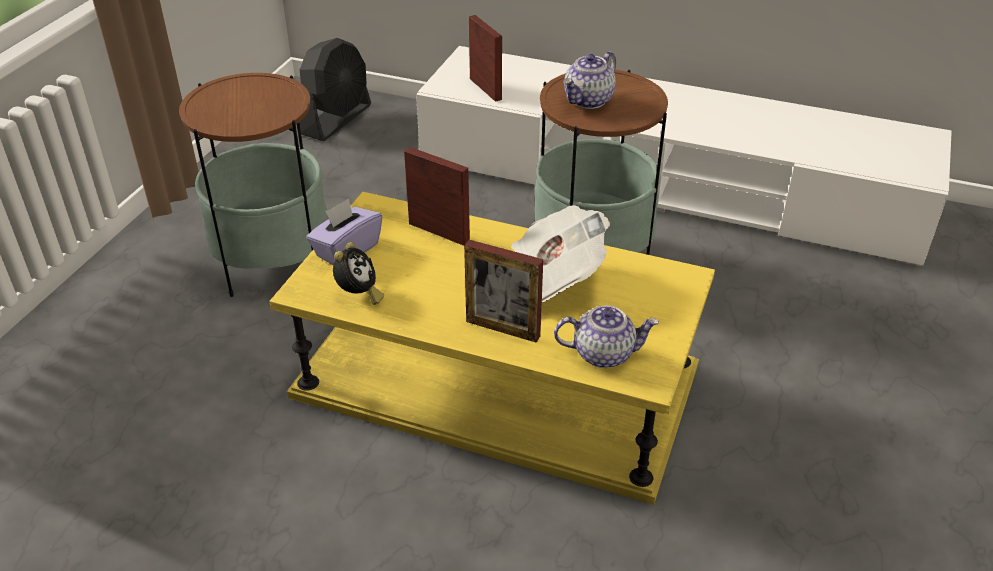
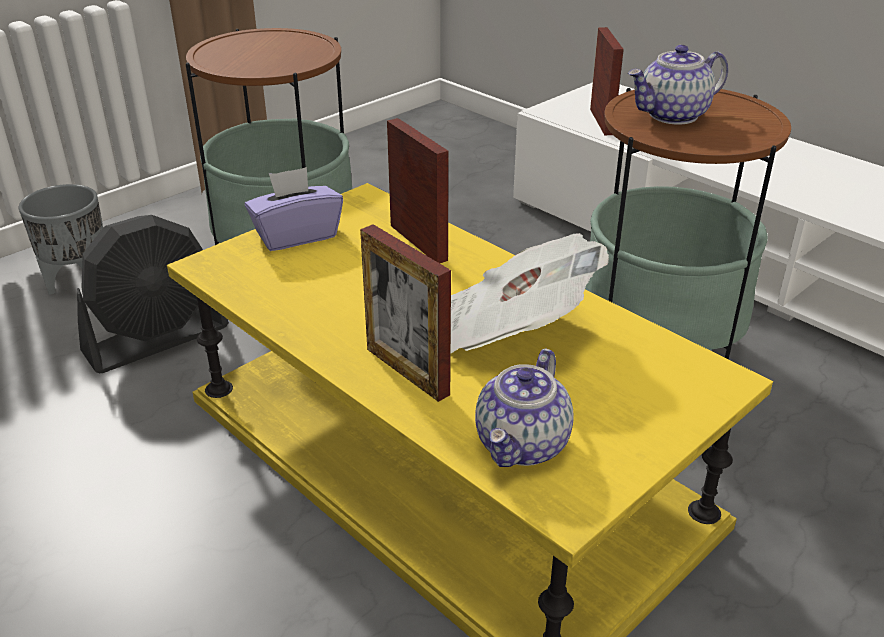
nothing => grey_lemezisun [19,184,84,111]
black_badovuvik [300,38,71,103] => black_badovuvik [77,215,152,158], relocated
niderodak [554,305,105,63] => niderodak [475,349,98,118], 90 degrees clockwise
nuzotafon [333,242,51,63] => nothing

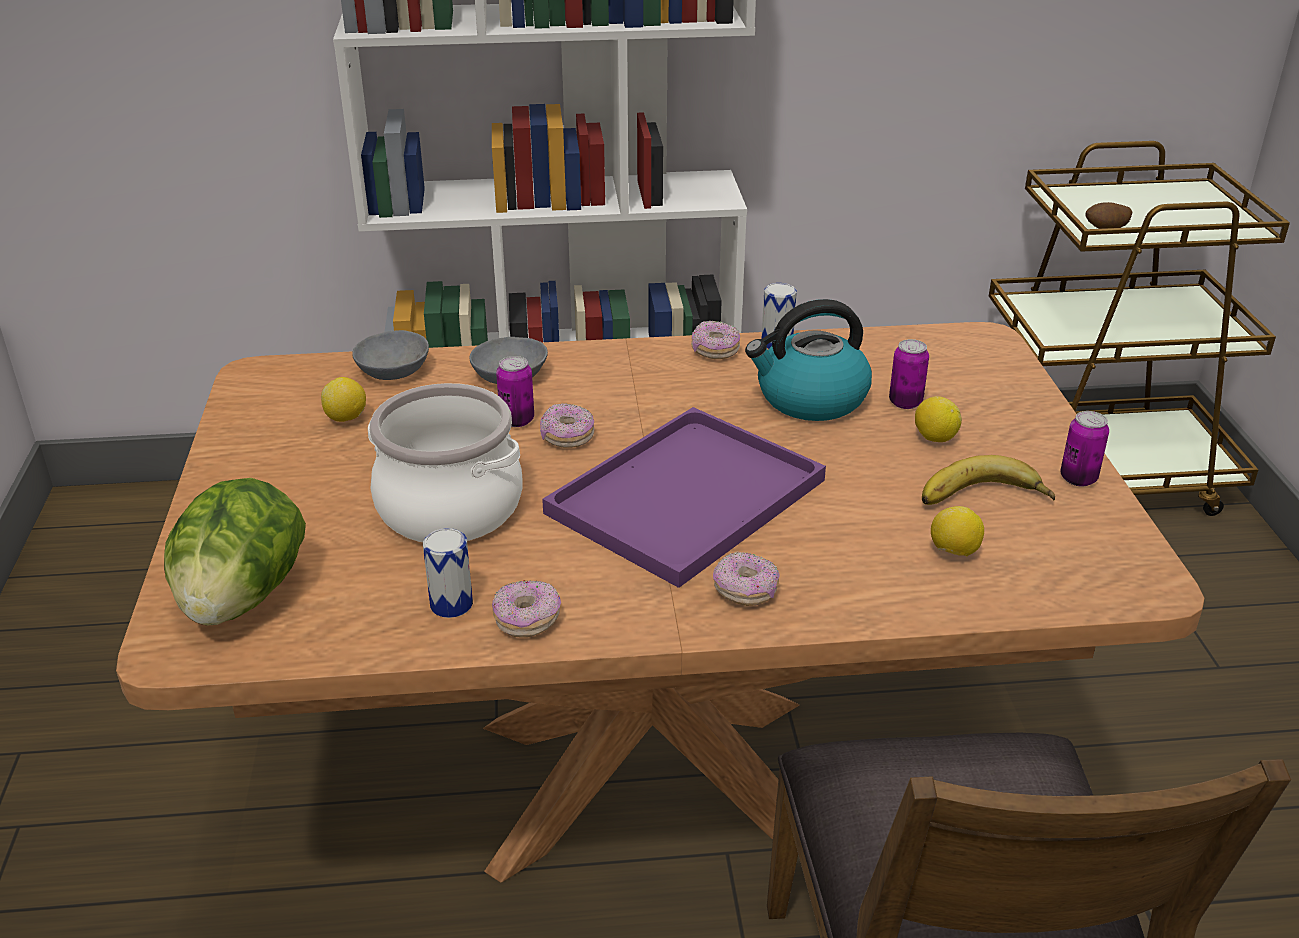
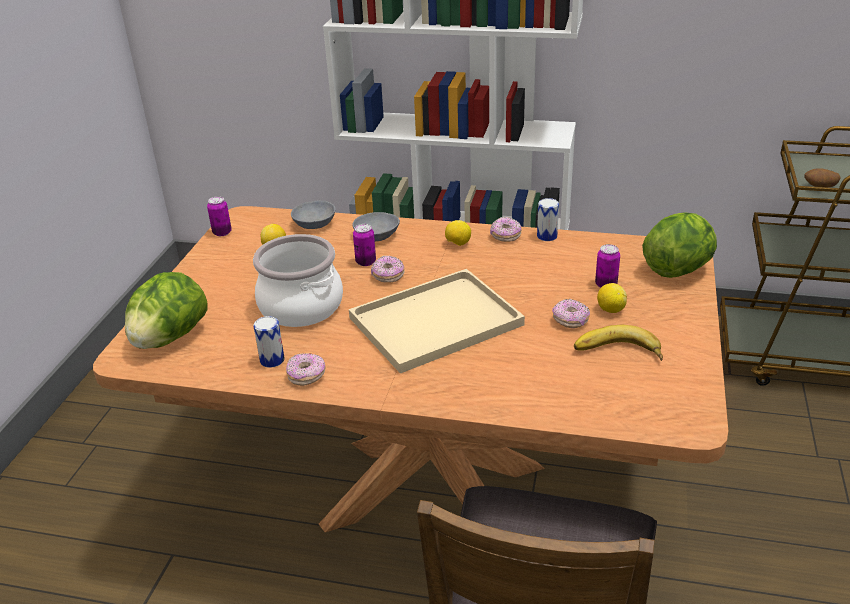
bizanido [1060,411,49,75] => bizanido [207,196,25,40], relocated
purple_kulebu [542,407,284,181] => beige_kulebu [349,269,176,105]
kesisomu [931,506,53,50] => kesisomu [445,220,26,26], relocated
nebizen [713,551,67,55] => nebizen [552,299,38,29], relocated
nothing => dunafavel [642,212,75,66]
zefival [745,299,127,122] => nothing

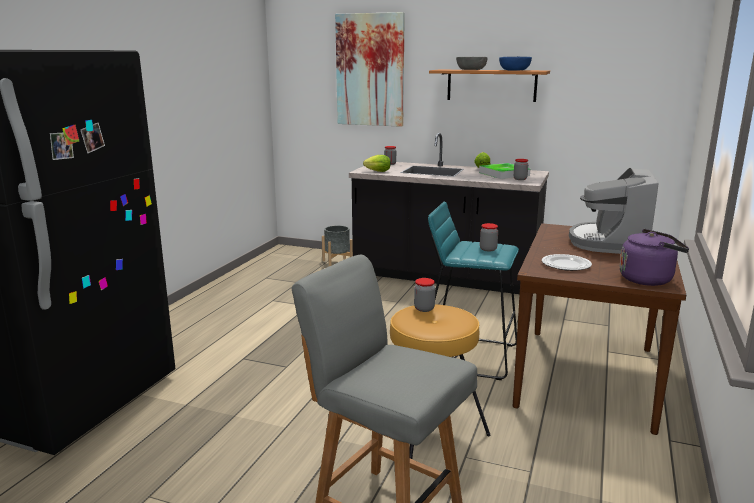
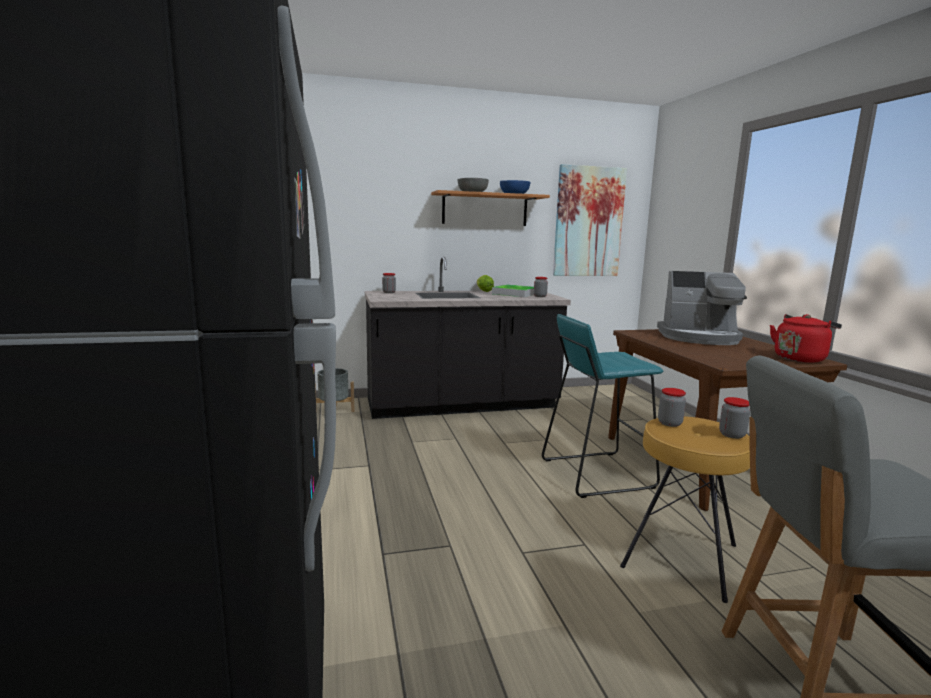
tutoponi [335,12,70,115] => tutoponi [553,164,74,112], relocated
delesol [569,168,90,86] => delesol [657,271,90,74], 60 degrees counterclockwise
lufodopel [480,223,18,29] => lufodopel [719,397,31,42], relocated
purple_zefival [620,229,69,57] => red_zefival [770,314,72,49]
dunafavel [363,155,28,17] => nothing
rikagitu [542,254,50,17] => nothing

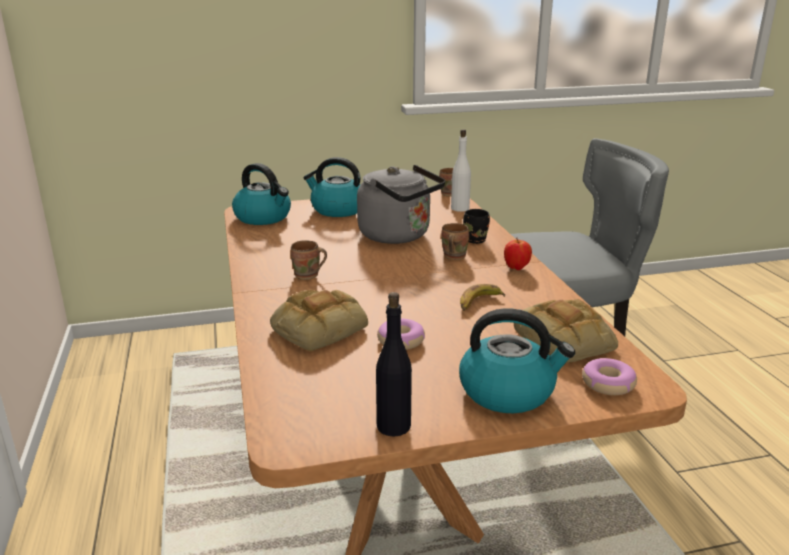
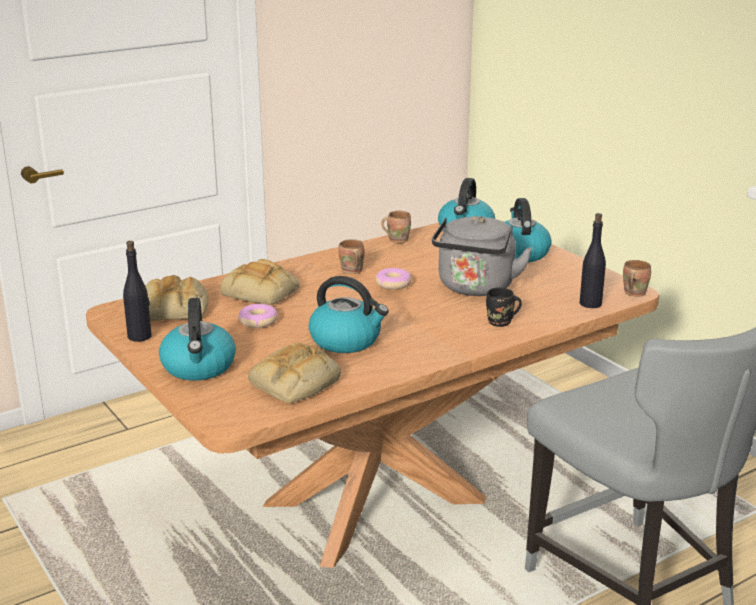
nothing => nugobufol [146,275,62,46]
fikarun [460,284,45,27] => zefival [309,276,80,77]
nebizen [582,358,55,37] => nebizen [375,268,36,22], relocated
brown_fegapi [441,223,28,37] => brown_fegapi [381,211,30,32], relocated
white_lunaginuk [451,129,20,83] => black_lunaginuk [579,213,27,95]
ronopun [504,238,28,32] => nothing

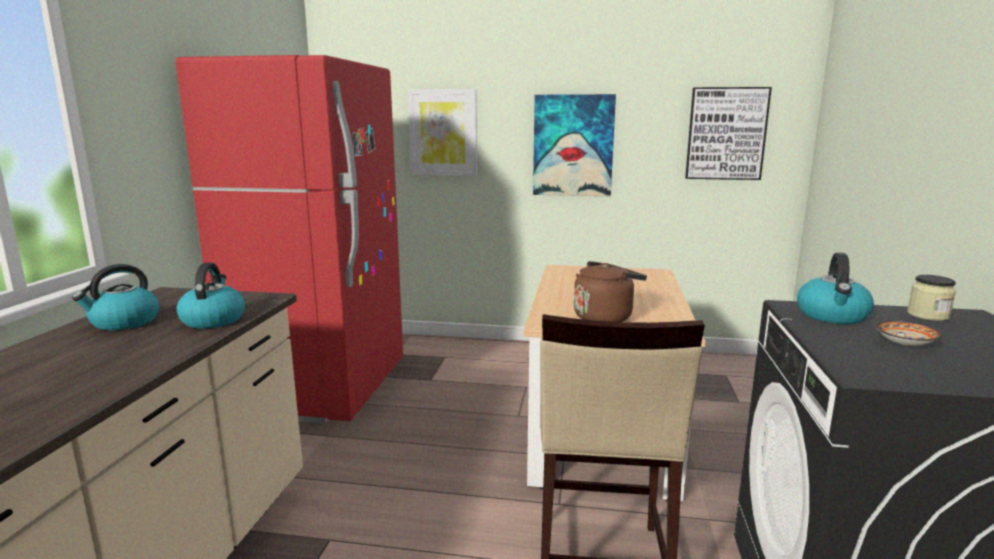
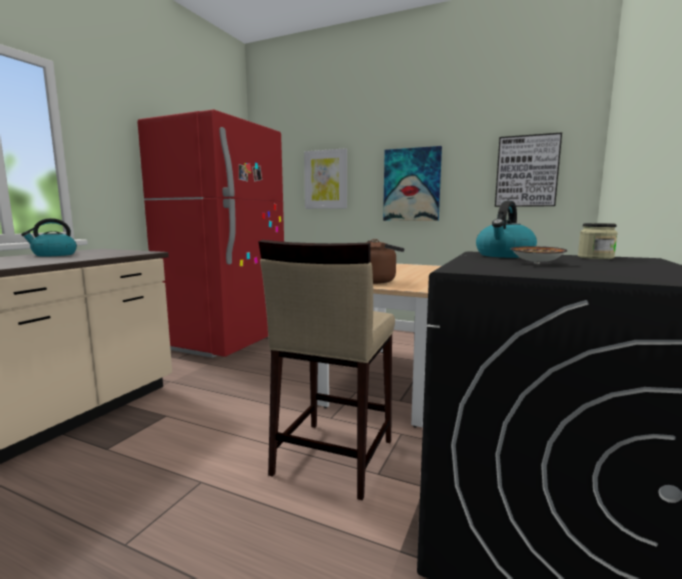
zefival [177,263,68,66] => nothing

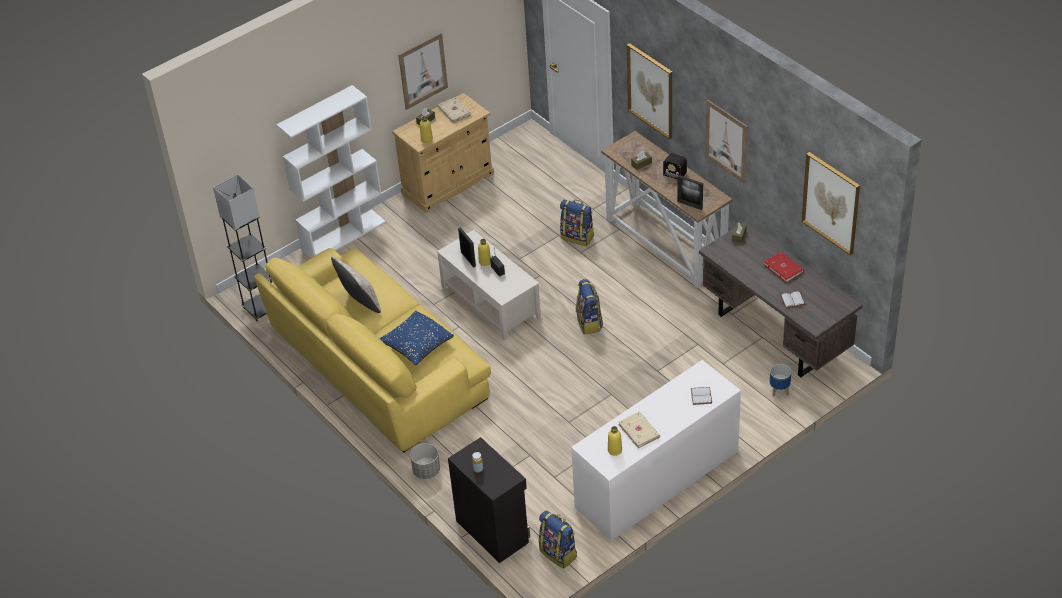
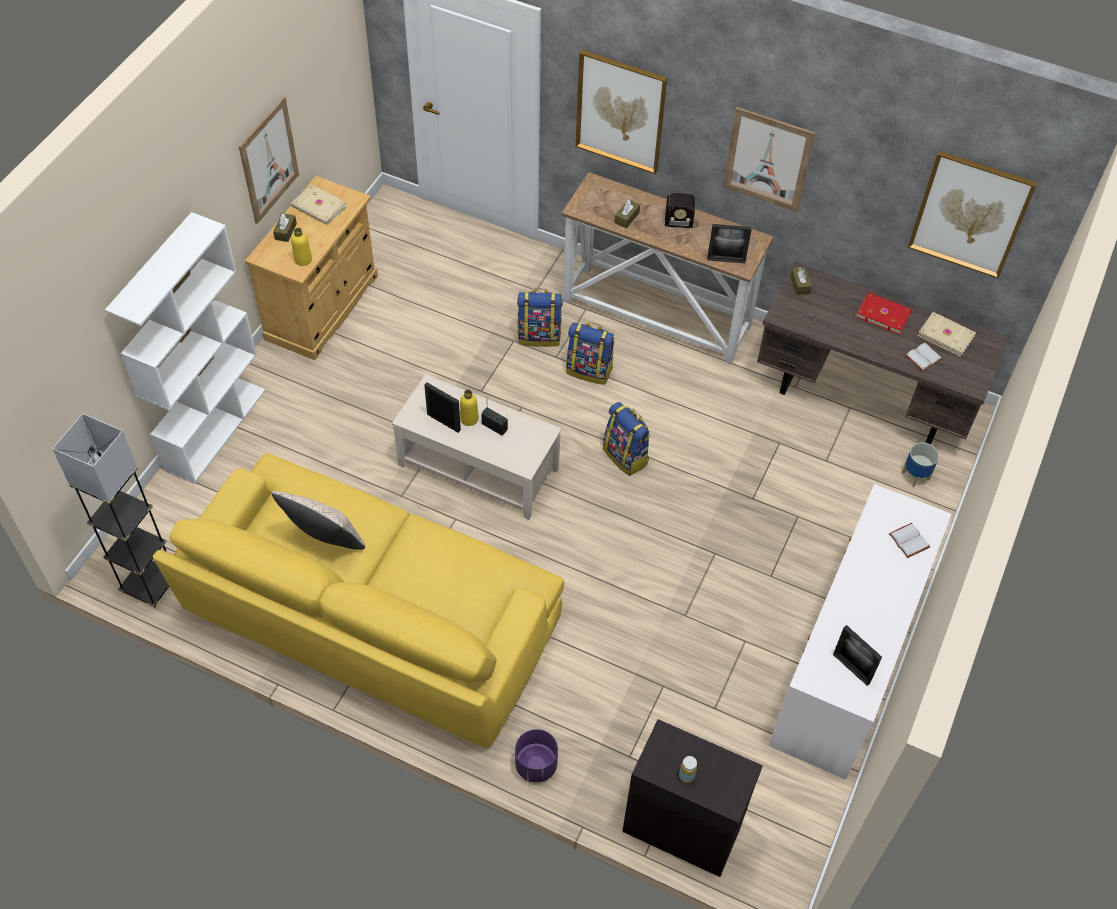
grey_lemezisun [410,443,30,36] => purple_lemezisun [515,729,43,54]
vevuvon [539,511,38,58] => vevuvon [566,322,49,63], relocated
yellow_lunaginuk [608,426,14,30] => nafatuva [833,625,49,61]
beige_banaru [618,411,42,37] => beige_banaru [917,312,59,45], relocated
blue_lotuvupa [379,311,75,55] => nothing

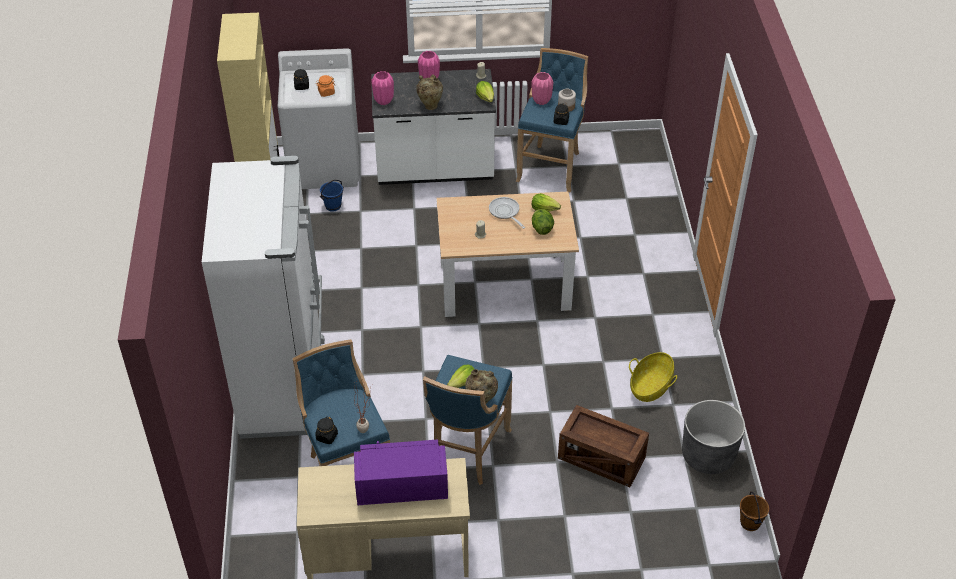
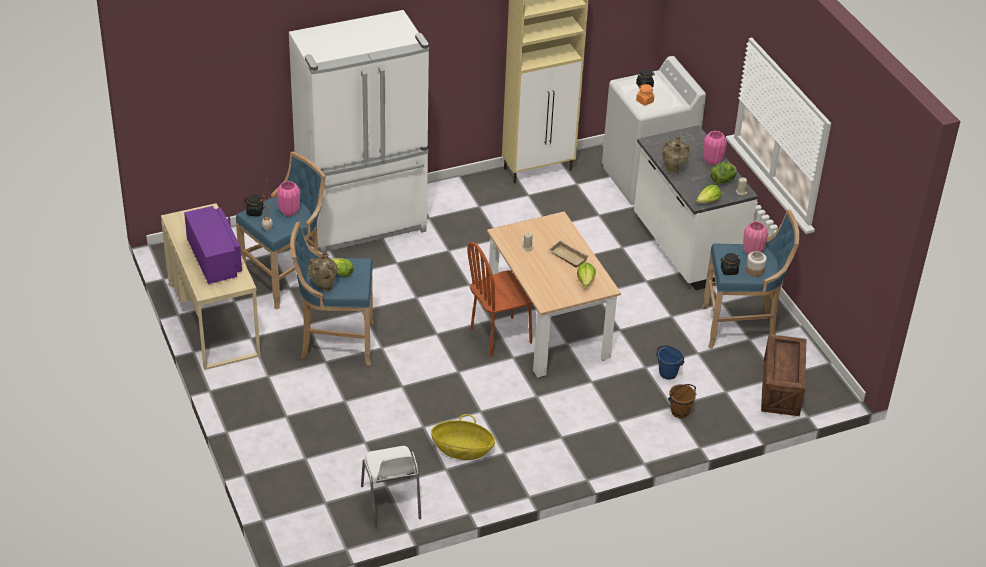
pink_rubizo [371,71,23,34] => pink_rubizo [277,181,23,35], relocated
grey_lemezisun [682,400,63,74] => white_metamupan [361,446,60,81]
nothing => brown_metamupan [467,242,65,115]
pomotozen [489,197,36,32] => beige_kulebu [548,240,41,27]
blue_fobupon [320,180,24,32] => blue_fobupon [656,345,29,35], relocated
brown_fobupon [739,491,30,40] => brown_fobupon [668,384,29,34], relocated
dunafavel [532,209,22,26] => dunafavel [710,162,27,22], relocated
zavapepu [558,405,91,82] => zavapepu [761,334,45,82], relocated

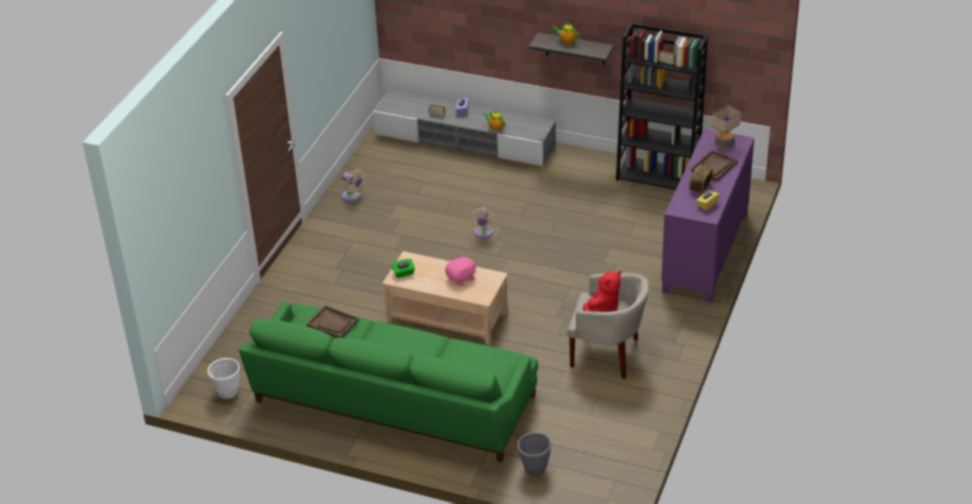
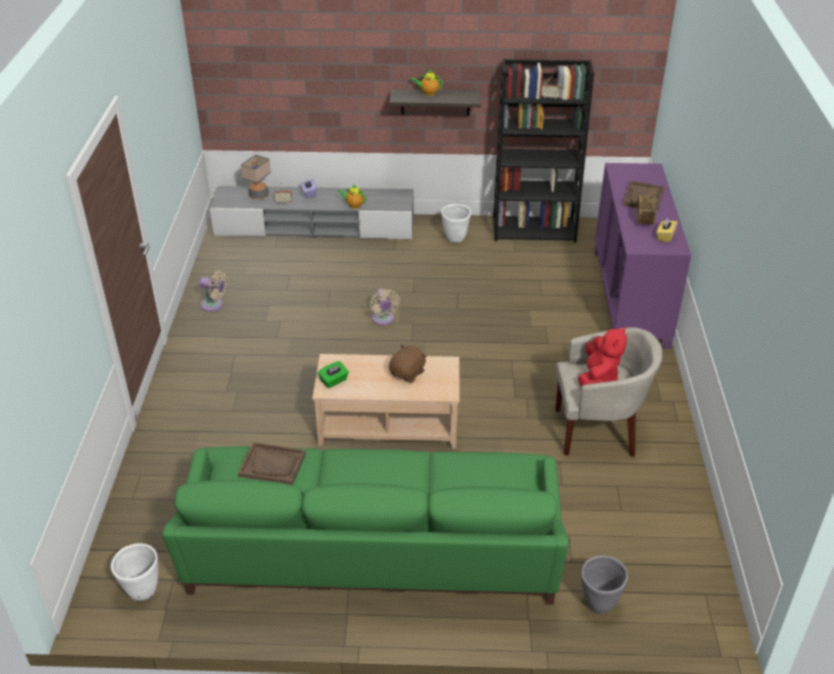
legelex [711,105,30,43] => legelex [241,155,30,44], relocated
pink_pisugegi [445,255,31,31] => brown_pisugegi [389,344,38,39]
nothing => white_lemezisun [441,204,30,39]

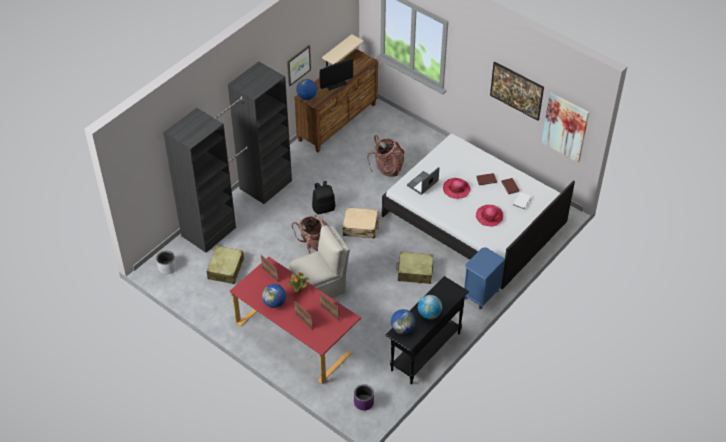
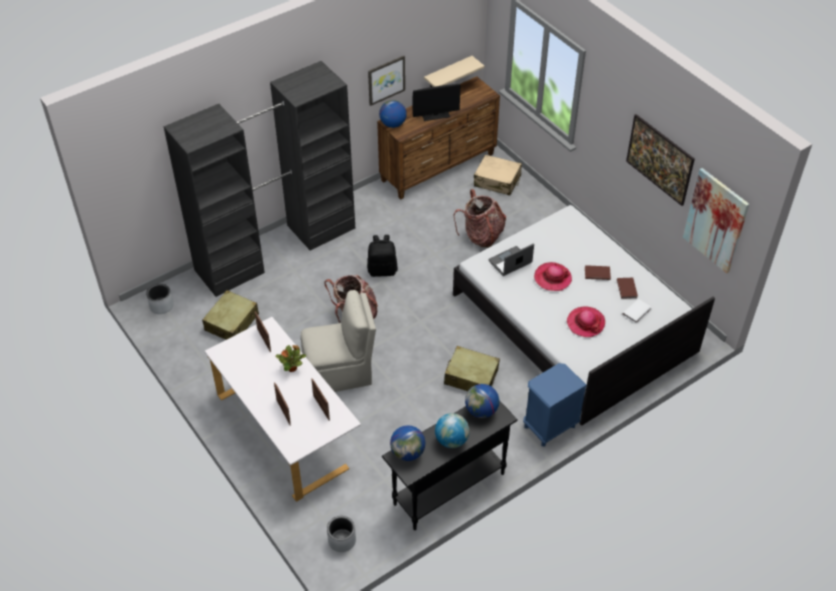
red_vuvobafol [230,257,131,127] => white_vuvobafol [205,317,156,185]
purple_lemezisun [354,384,20,27] => grey_lemezisun [327,516,29,36]
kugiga [262,284,24,24] => kugiga [465,384,34,34], relocated
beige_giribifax [342,207,37,31] => beige_giribifax [474,155,48,40], relocated

